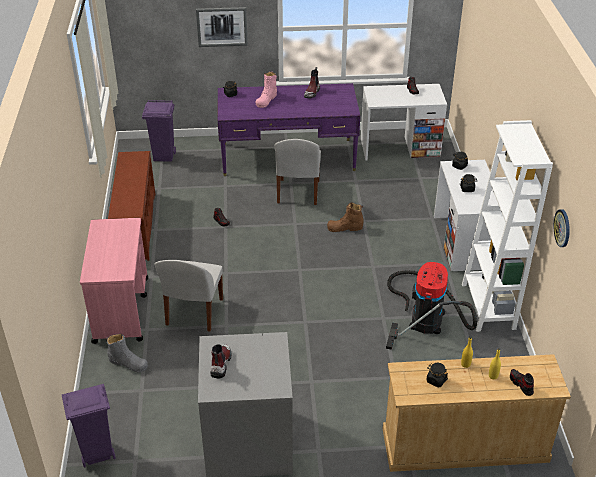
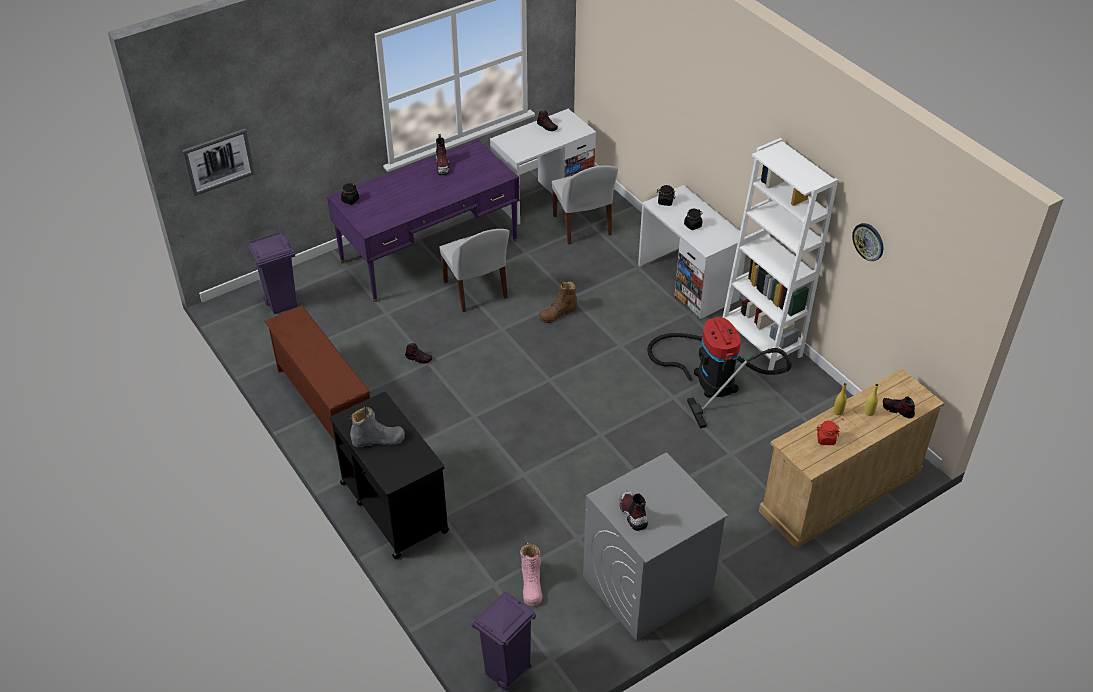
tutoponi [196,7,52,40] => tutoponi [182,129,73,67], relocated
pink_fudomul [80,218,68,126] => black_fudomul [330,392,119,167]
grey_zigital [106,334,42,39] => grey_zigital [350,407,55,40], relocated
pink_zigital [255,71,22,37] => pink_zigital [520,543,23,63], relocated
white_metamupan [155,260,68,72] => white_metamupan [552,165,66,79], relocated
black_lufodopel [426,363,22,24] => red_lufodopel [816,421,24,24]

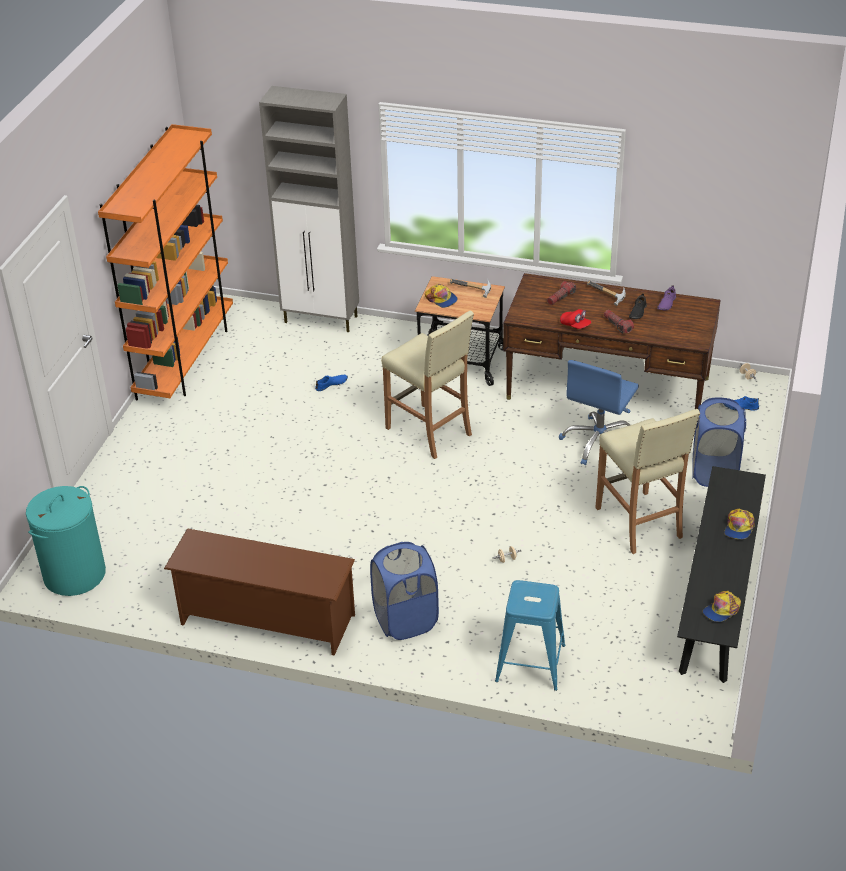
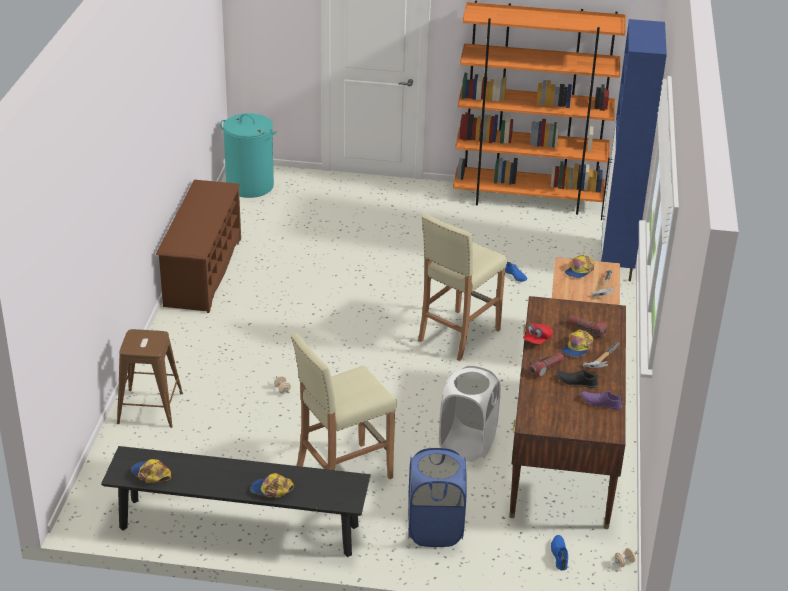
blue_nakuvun [495,580,70,111] => brown_nakuvun [117,329,66,99]
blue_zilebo [559,360,80,105] => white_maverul [439,366,62,96]
nothing => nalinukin [561,330,32,27]
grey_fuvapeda [259,86,100,246] => blue_fuvapeda [601,19,66,262]
blue_maverul [370,542,69,98] => nothing

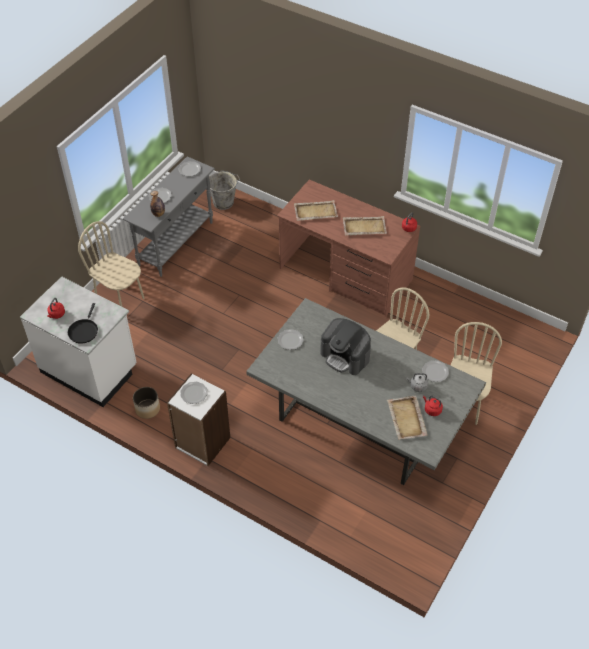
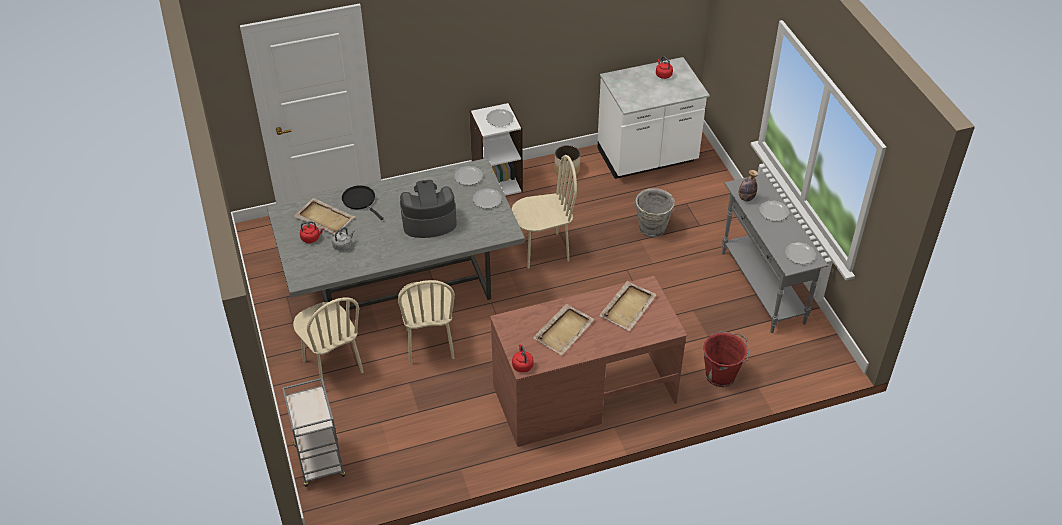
nothing => grey_fudomul [282,378,64,109]
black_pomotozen [68,303,30,41] => black_pomotozen [342,185,42,35], relocated
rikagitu [422,360,27,22] => rikagitu [454,166,29,19], relocated
beige_metamupan [78,221,67,86] => beige_metamupan [512,155,65,114], relocated
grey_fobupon [209,171,31,39] => grey_fobupon [633,188,42,50], relocated
nothing => red_fobupon [703,332,46,55]

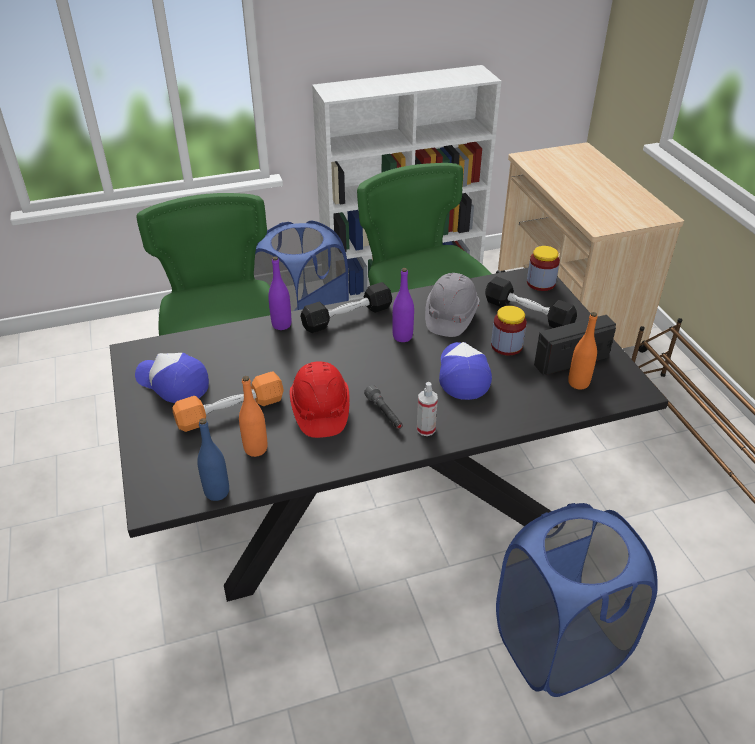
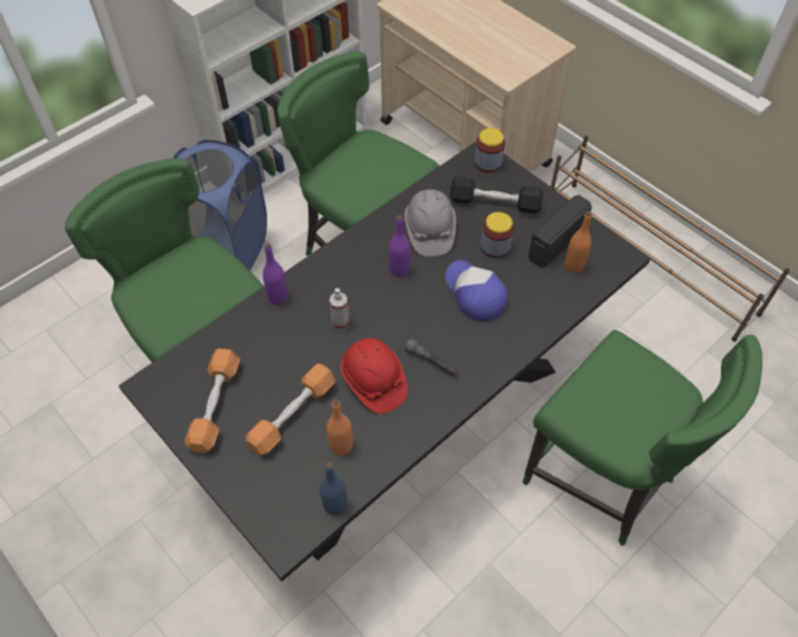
nalinukin [135,353,74,50] => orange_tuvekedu [185,349,55,105]
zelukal [417,382,21,54] => zelukal [329,288,20,42], relocated
blue_maverul [496,503,162,194] => green_metamupan [522,330,240,216]
black_tuvekedu [300,282,92,51] => nothing

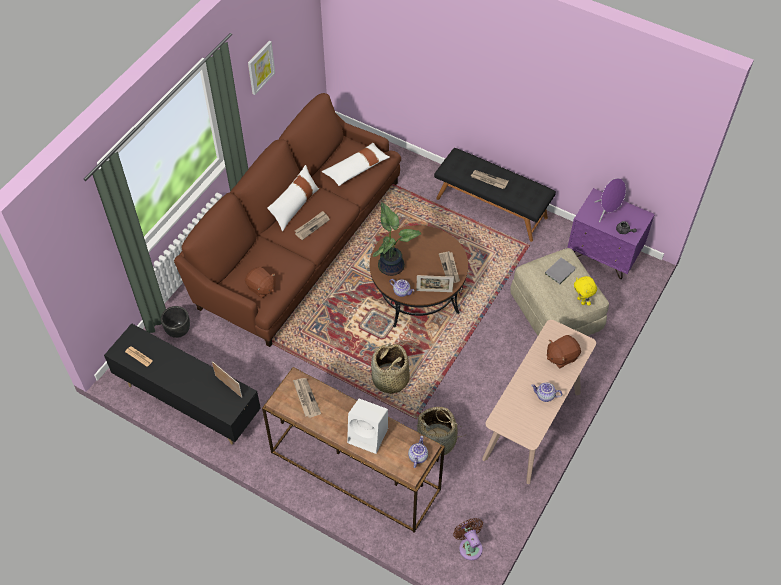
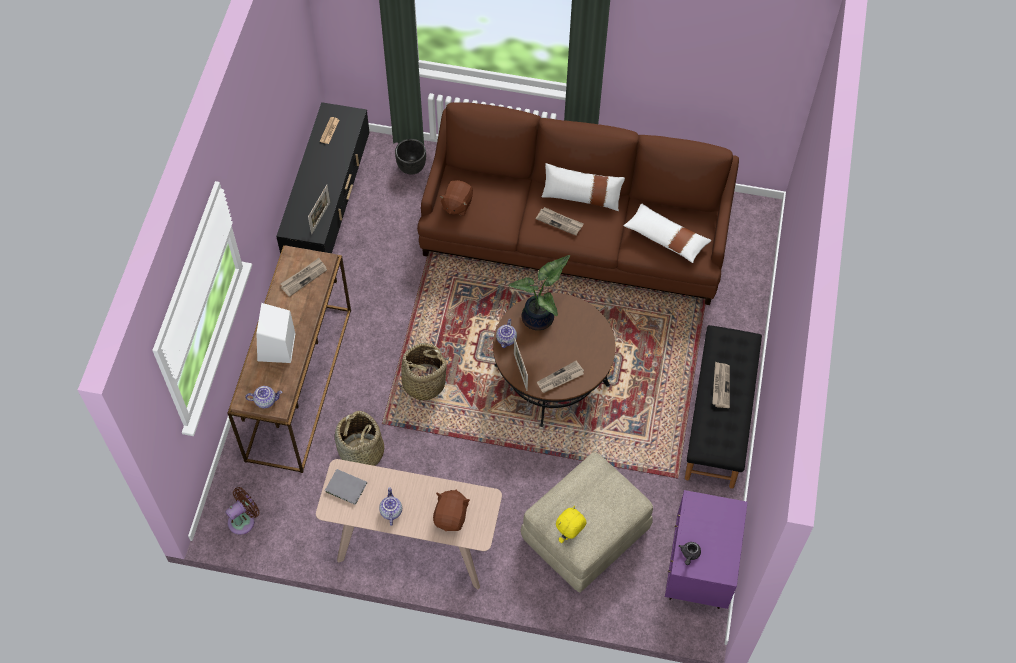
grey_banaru [545,258,31,26] => grey_banaru [325,469,42,36], relocated
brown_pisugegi [547,335,34,33] => brown_pisugegi [433,490,37,41], 60 degrees clockwise
tutoponi [248,41,27,54] => nothing
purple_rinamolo [595,178,31,44] => nothing

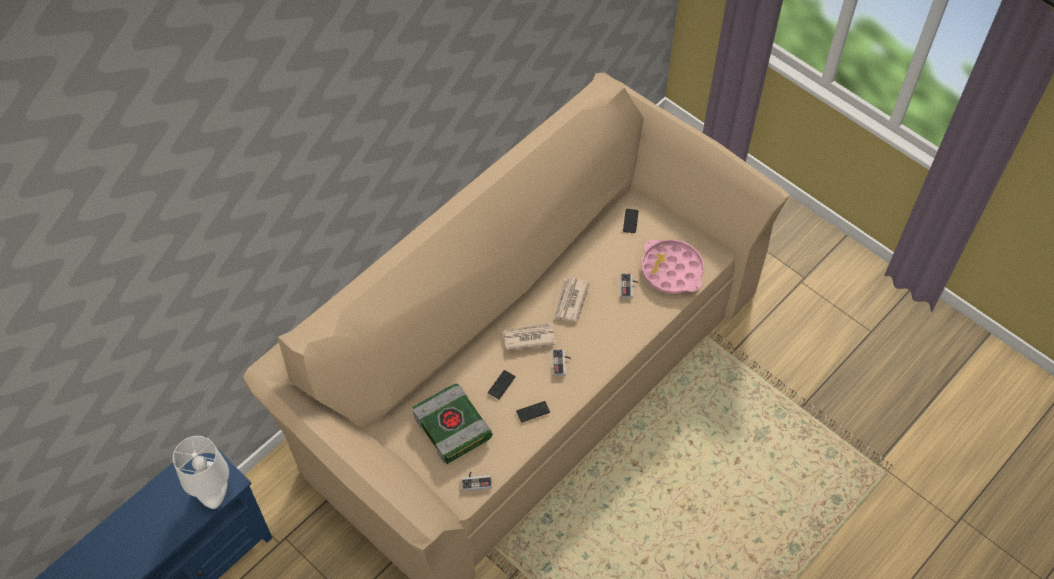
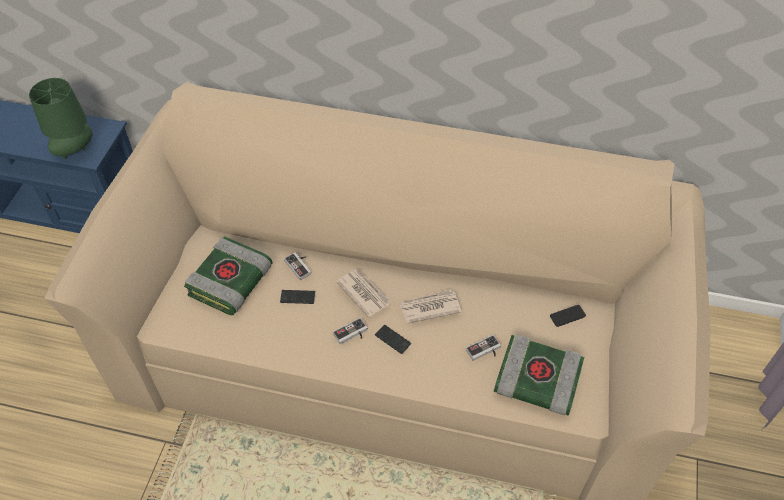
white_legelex [173,436,56,73] => green_legelex [29,78,64,81]
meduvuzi [461,472,31,19] => meduvuzi [284,252,27,28], relocated
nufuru [516,401,34,21] => nufuru [375,325,36,29], relocated
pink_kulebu [641,239,63,55] => banaru [494,334,90,82]

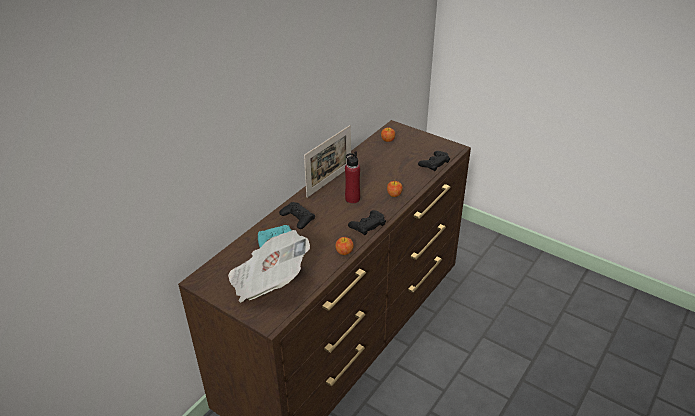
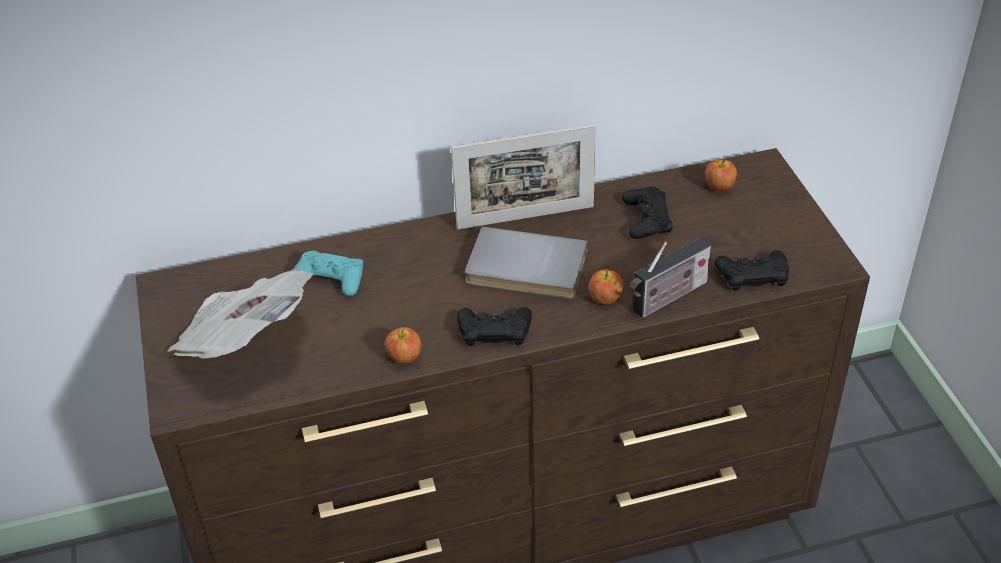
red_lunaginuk [345,151,15,53] => grey_banaru [465,226,123,73]
black_meduvuzi [279,202,36,27] => black_meduvuzi [622,186,51,53], relocated
nothing => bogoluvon [630,237,81,81]

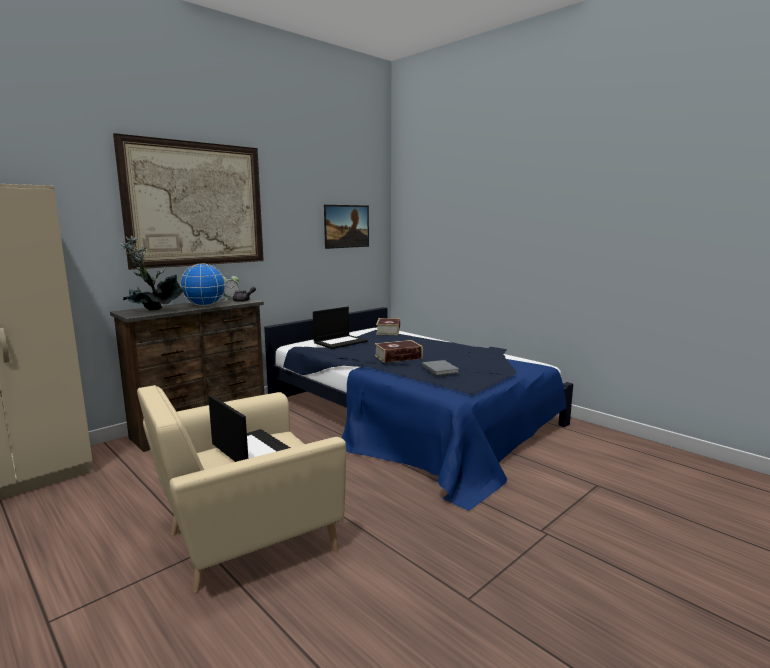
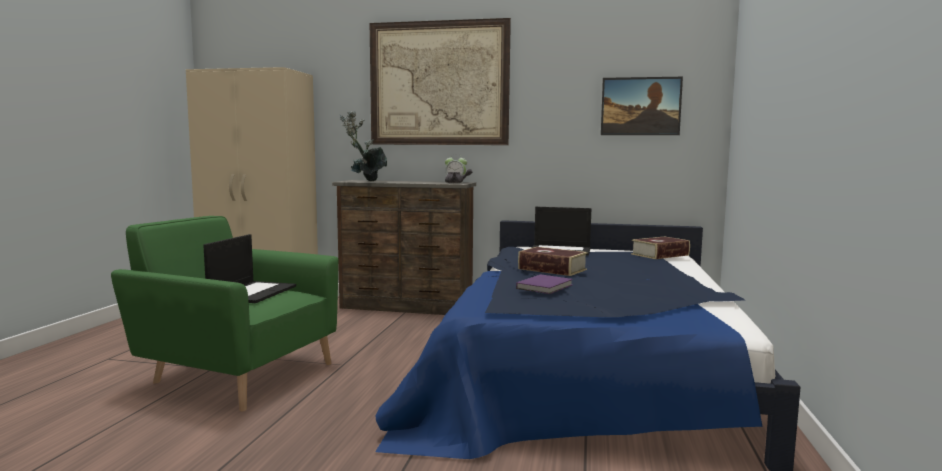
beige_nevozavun [137,385,209,208] => green_nevozavun [111,216,228,195]
grey_banaru [422,360,37,16] => purple_banaru [516,274,57,20]
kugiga [180,263,45,43] => nothing

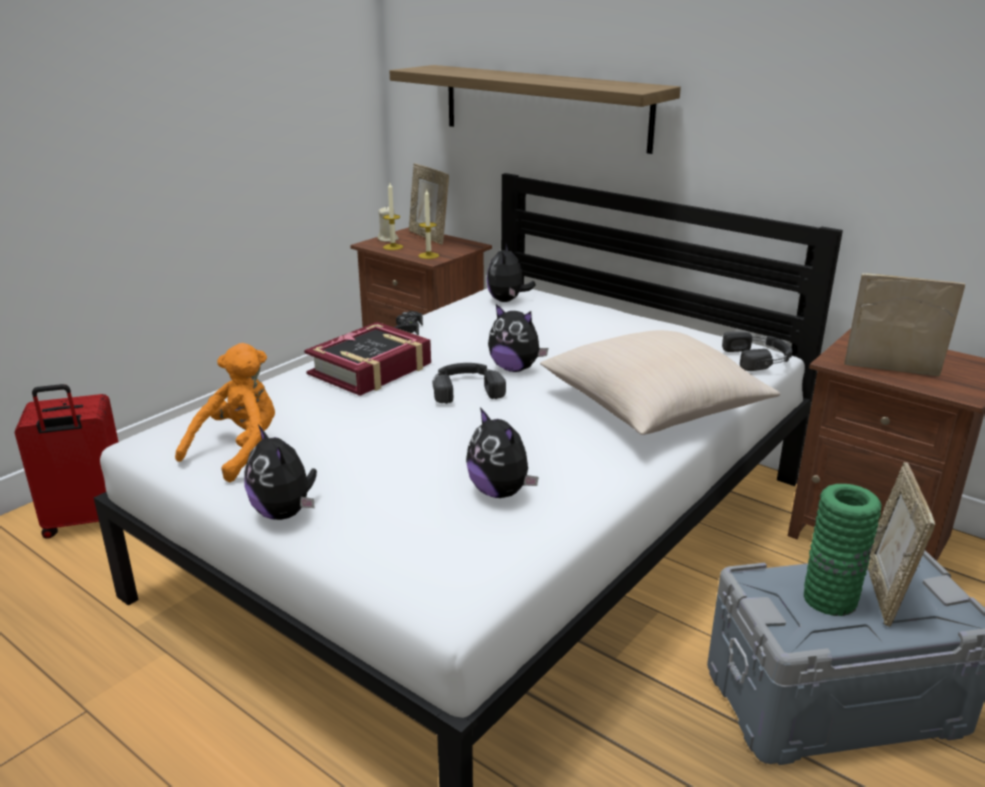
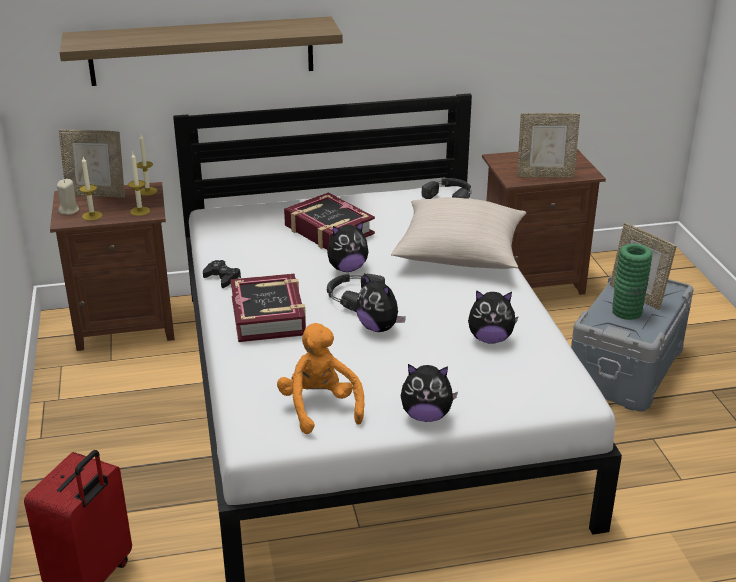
nothing => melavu [136,135,21,61]
nothing => banaru [284,192,91,58]
pisugegi [487,244,48,58] => pisugegi [356,273,50,59], relocated
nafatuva [844,273,121,104] => nafatuva [517,113,63,65], 150 degrees counterclockwise

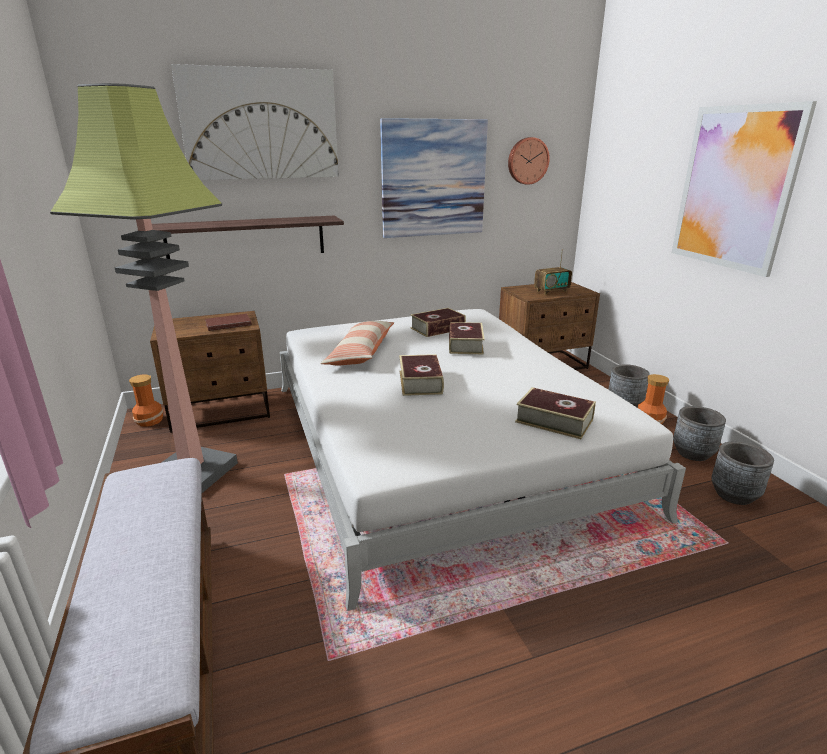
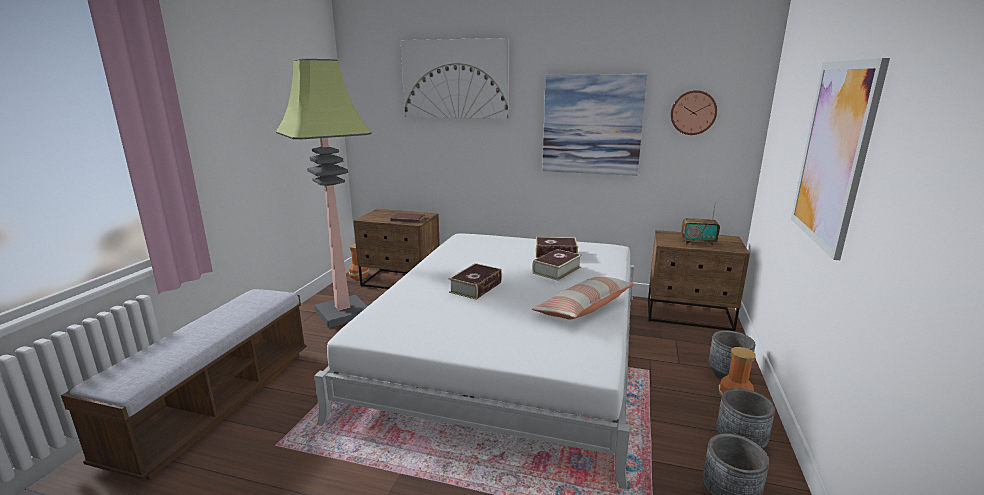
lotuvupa [320,321,74,44] => lotuvupa [532,276,103,43], relocated
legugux [152,215,192,44] => nothing
banaru [515,387,81,52] => nothing

